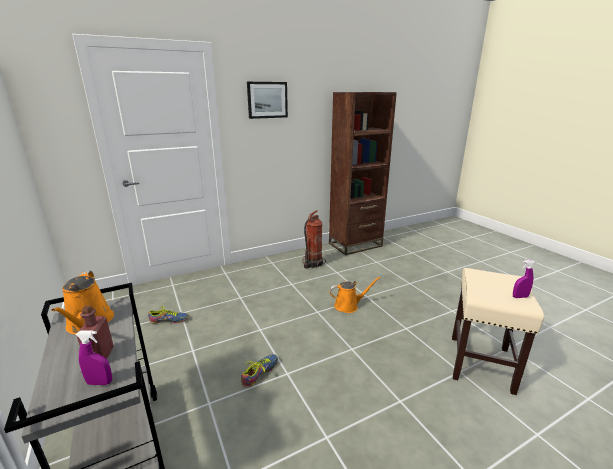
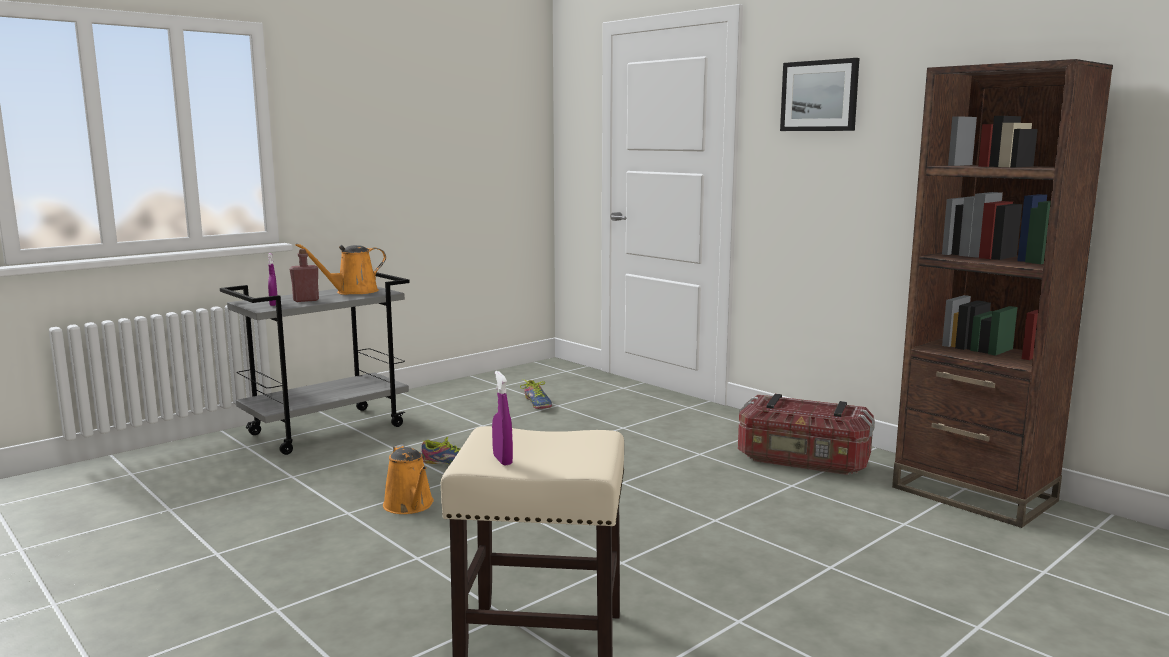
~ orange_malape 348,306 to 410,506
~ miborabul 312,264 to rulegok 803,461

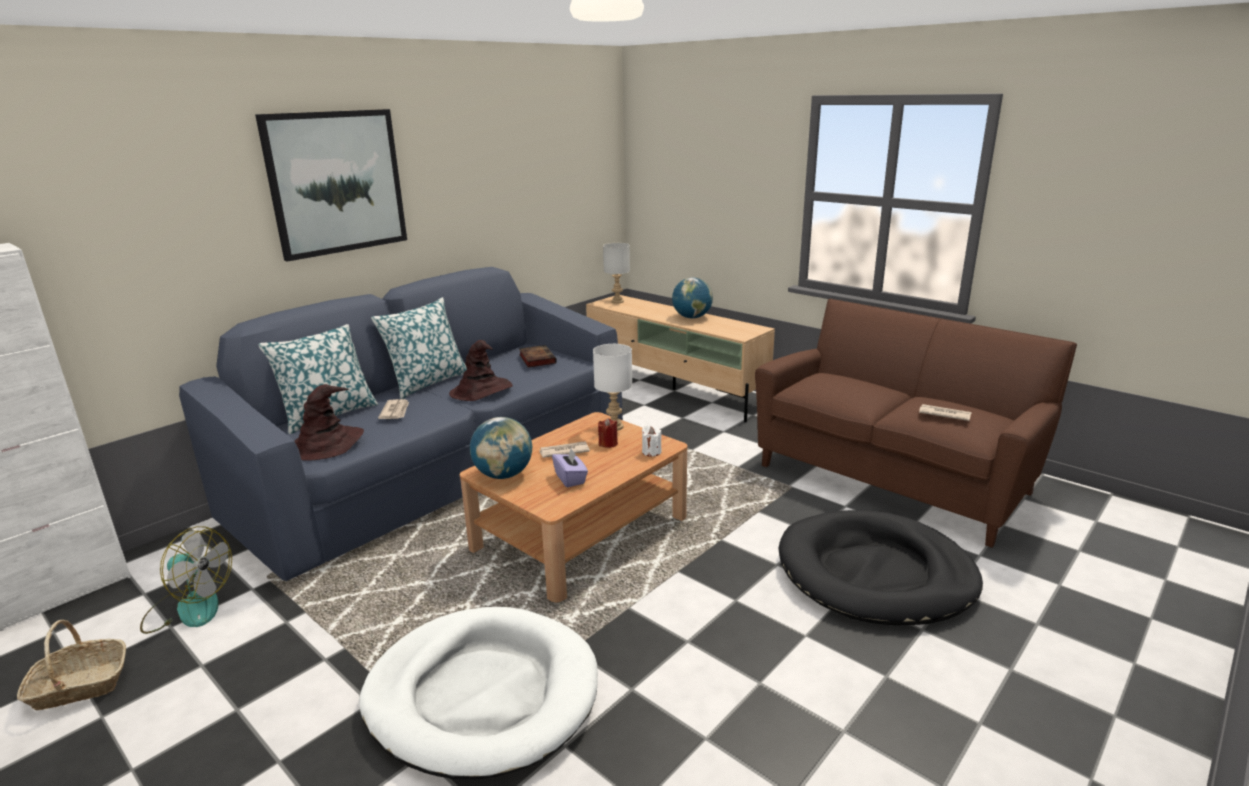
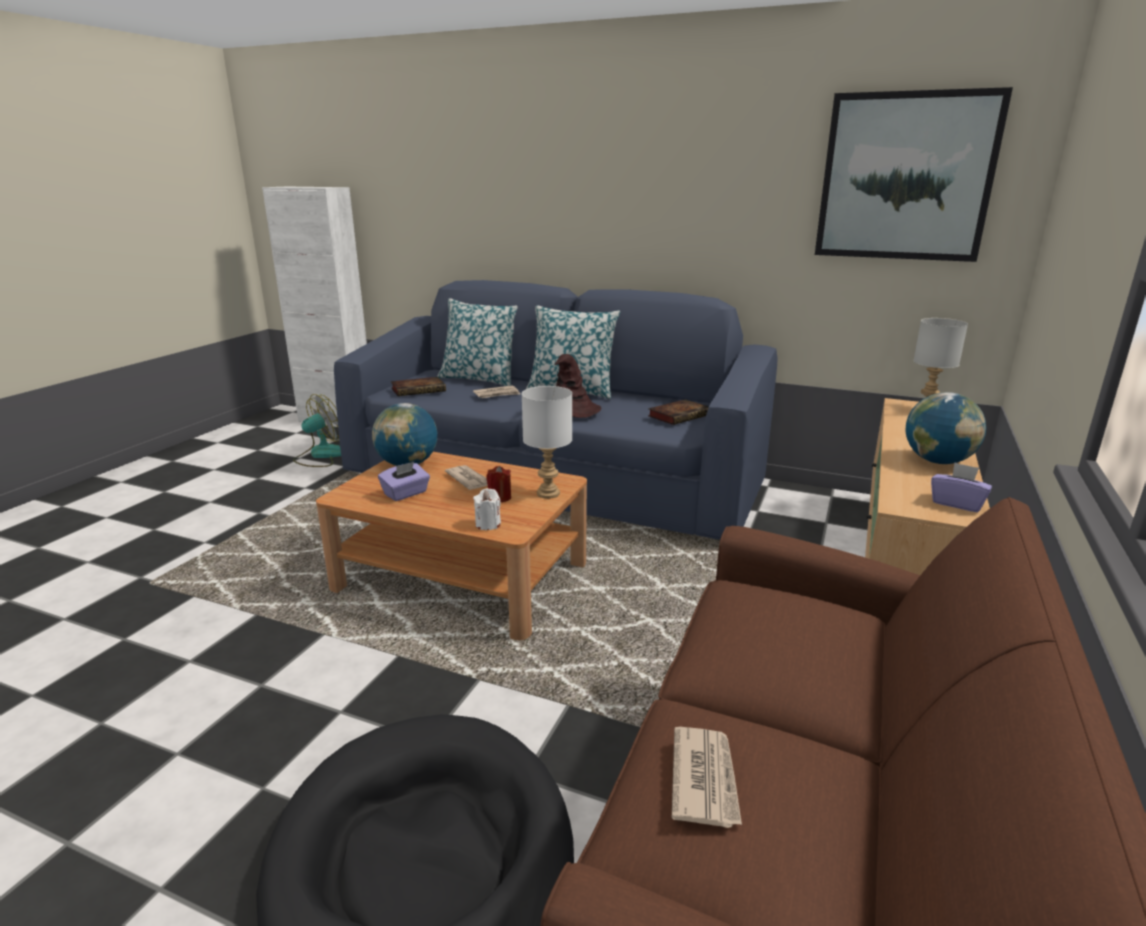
~ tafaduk 189,608 = 321,455 135 degrees counterclockwise
~ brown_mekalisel 327,444 to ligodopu 419,390
~ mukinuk 336,182 to 905,177
+ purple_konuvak 957,503
- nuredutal 79,686
- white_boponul 482,695

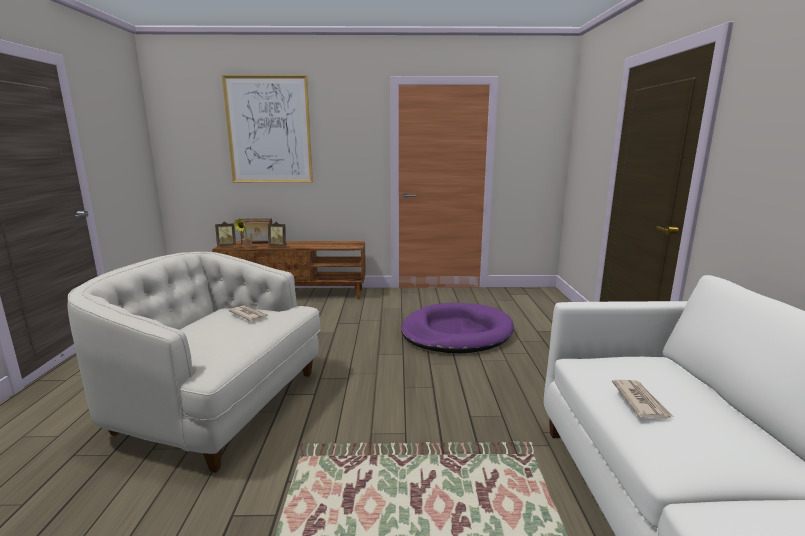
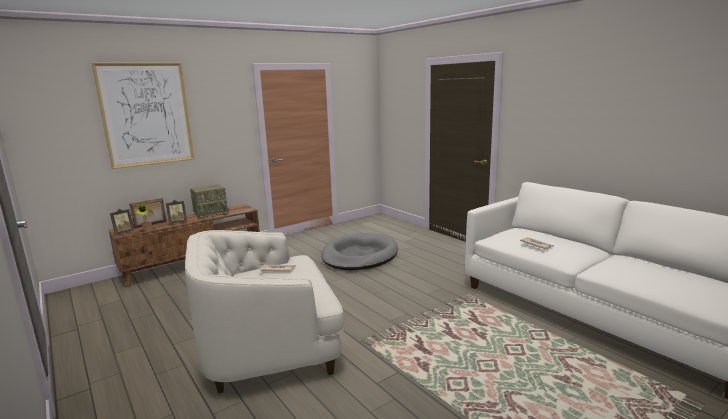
+ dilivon 211,213
~ purple_boponul 456,333 to grey_boponul 359,256

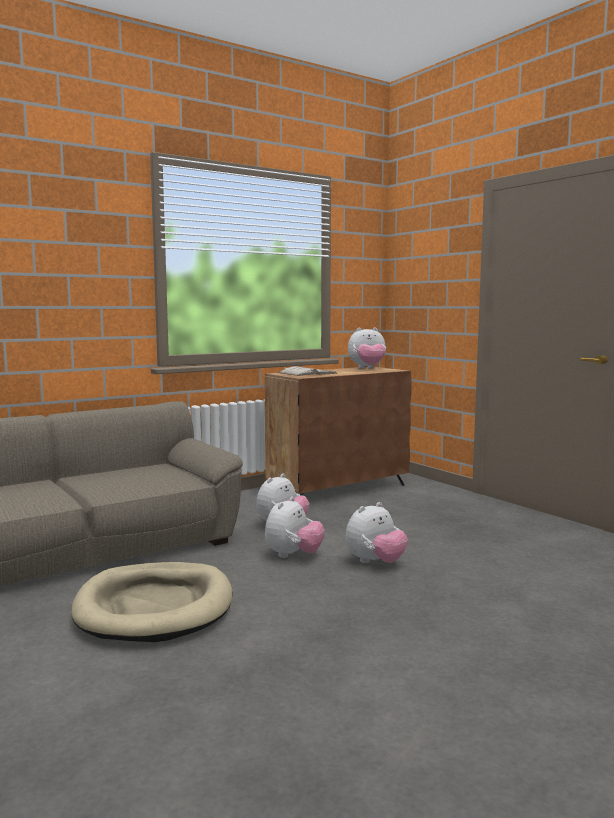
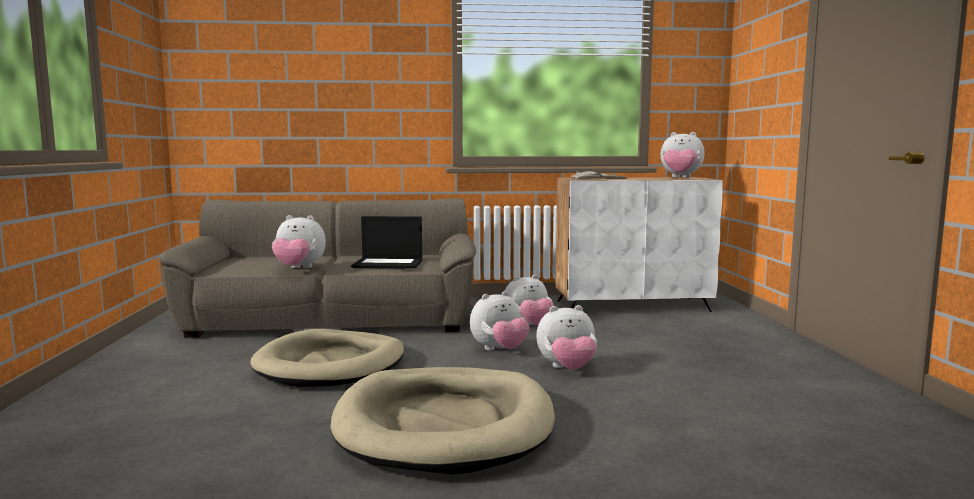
+ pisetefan 299,268
+ beige_boponul 445,425
+ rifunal 389,264
~ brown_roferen 338,489 to white_roferen 632,306

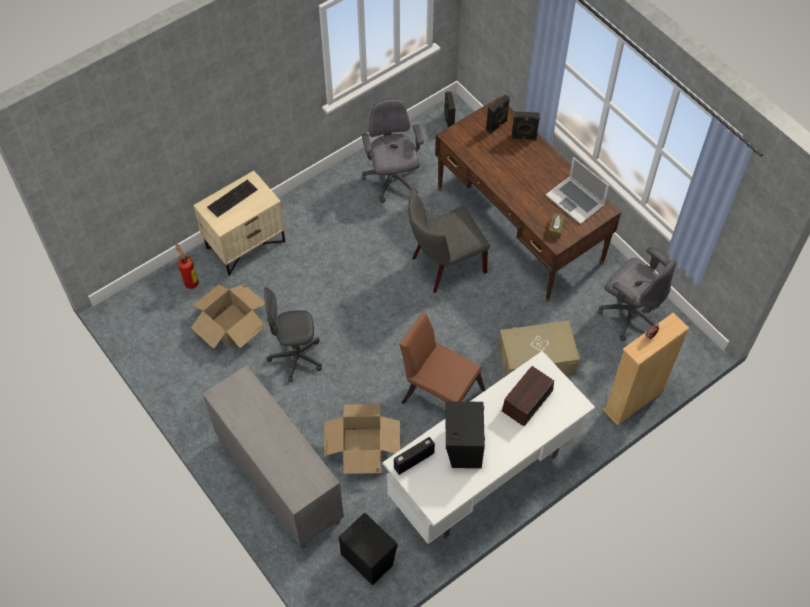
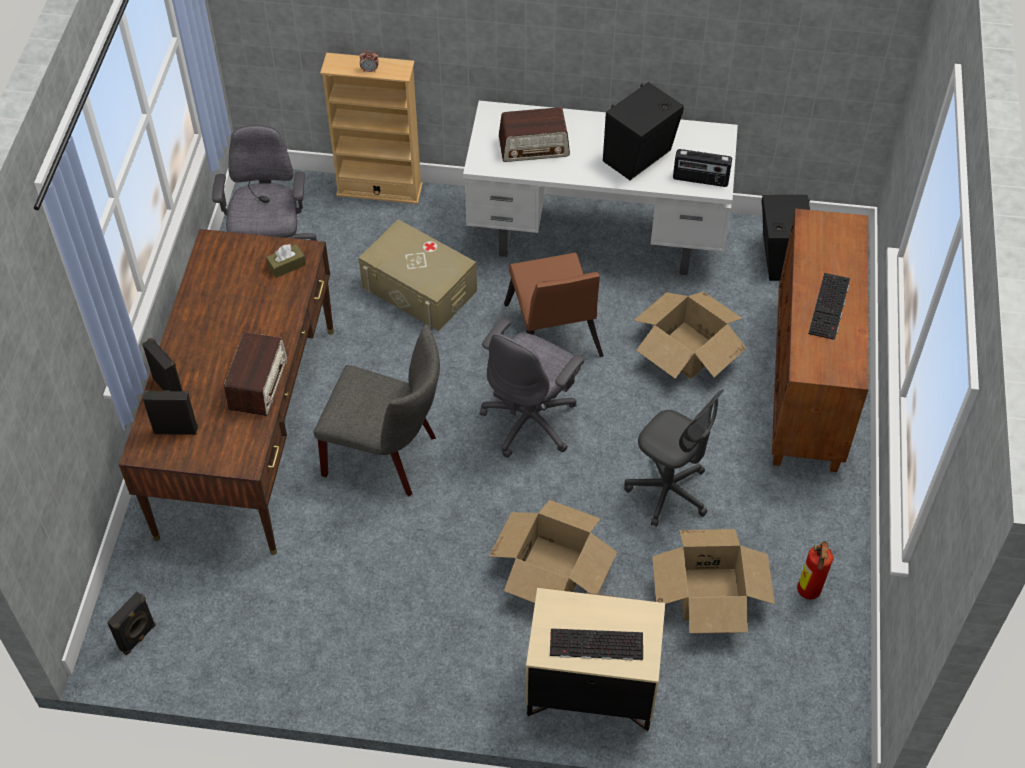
+ dilivon 258,383
~ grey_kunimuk 392,180 to 531,420
+ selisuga 552,569
~ grey_roferen 278,480 to brown_roferen 808,386
~ miborabul 190,281 to 808,593
+ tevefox 830,307
- rifunal 575,200

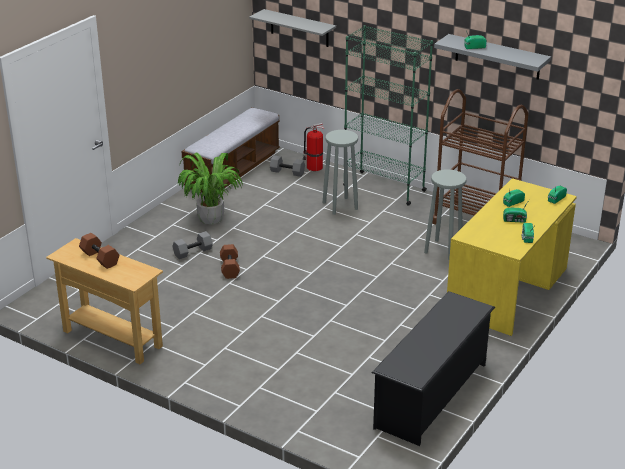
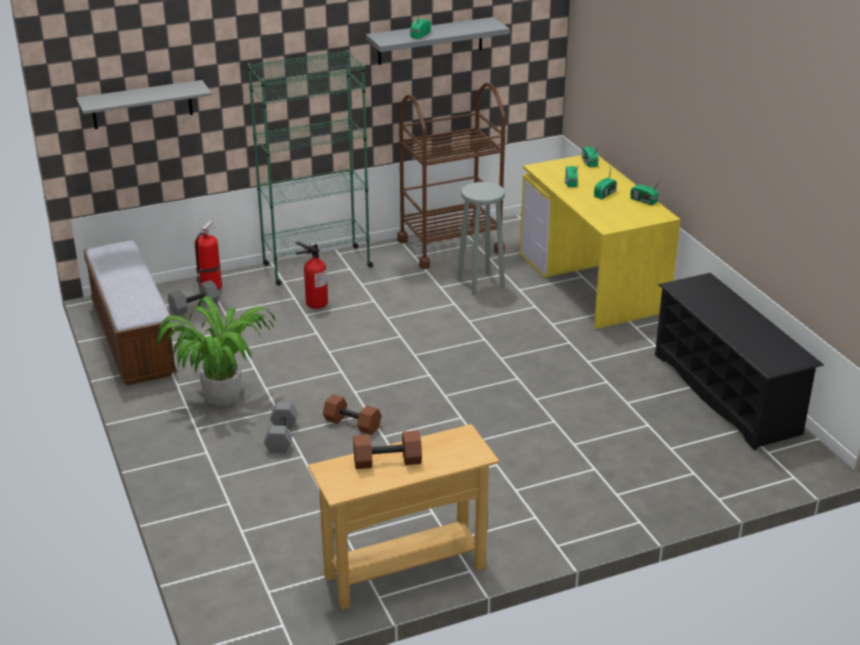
~ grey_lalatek 340,205 to miborabul 316,304

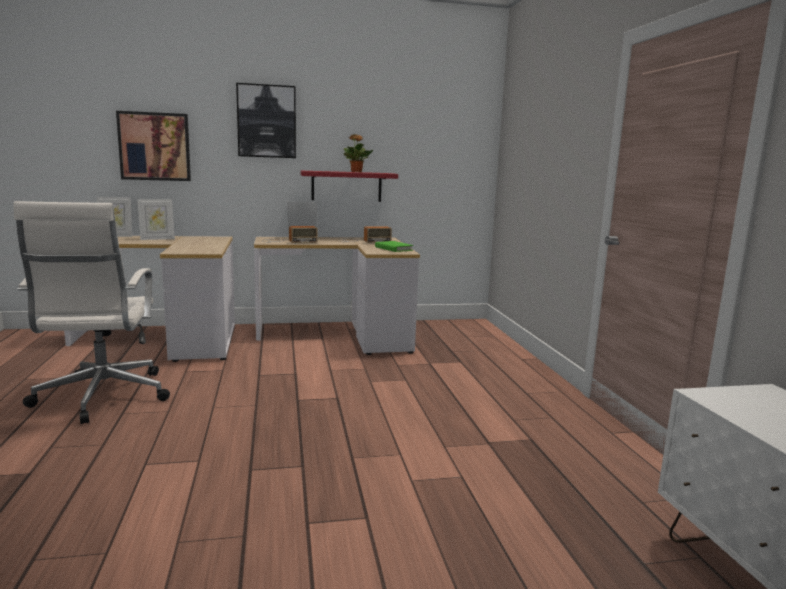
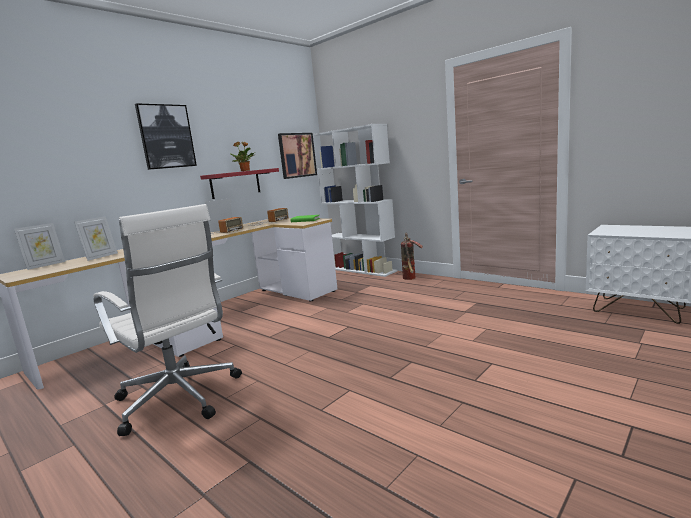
~ mukinuk 154,146 to 297,155
+ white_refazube 362,270
+ miborabul 411,279

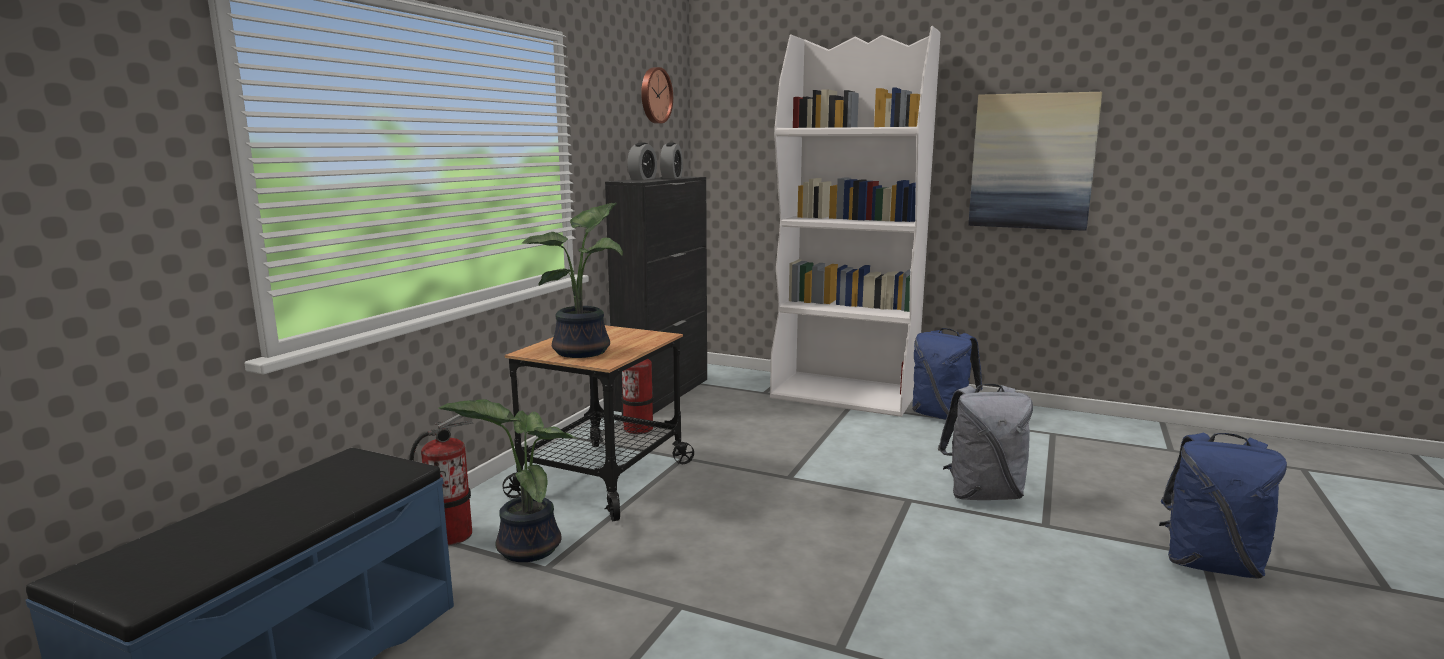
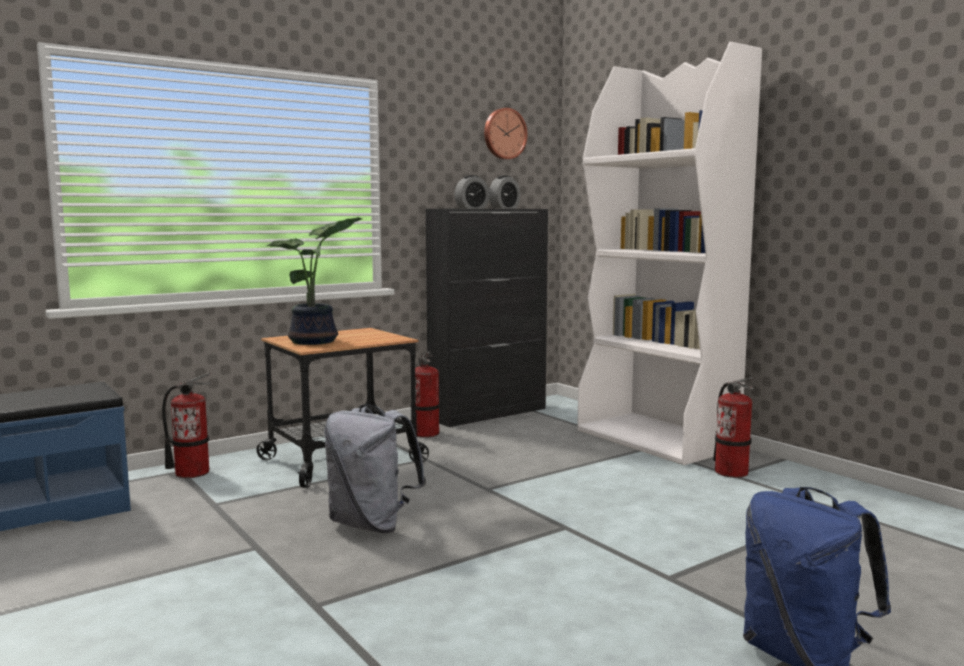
~ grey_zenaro 982,494 to 372,524
~ blue_zenaro 942,416 to miborabul 731,472
- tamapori 525,547
- mukinuk 1032,161

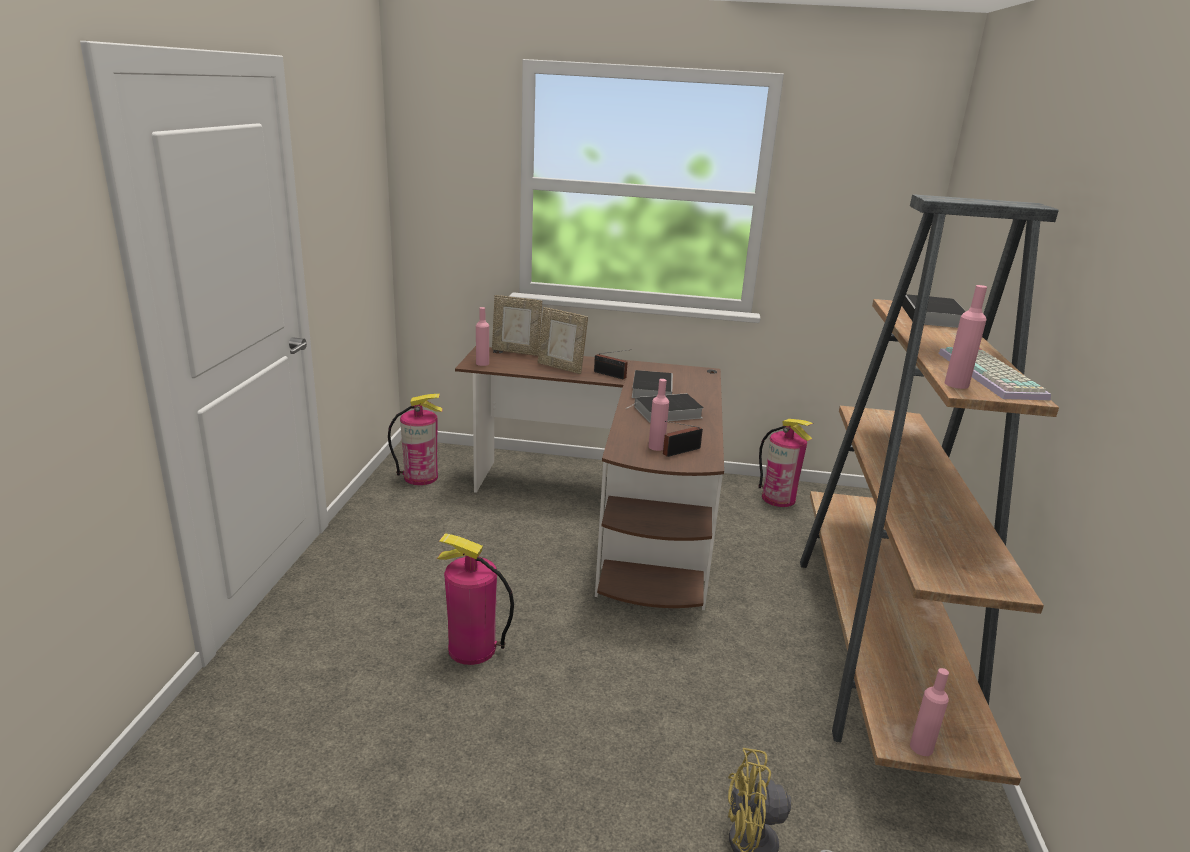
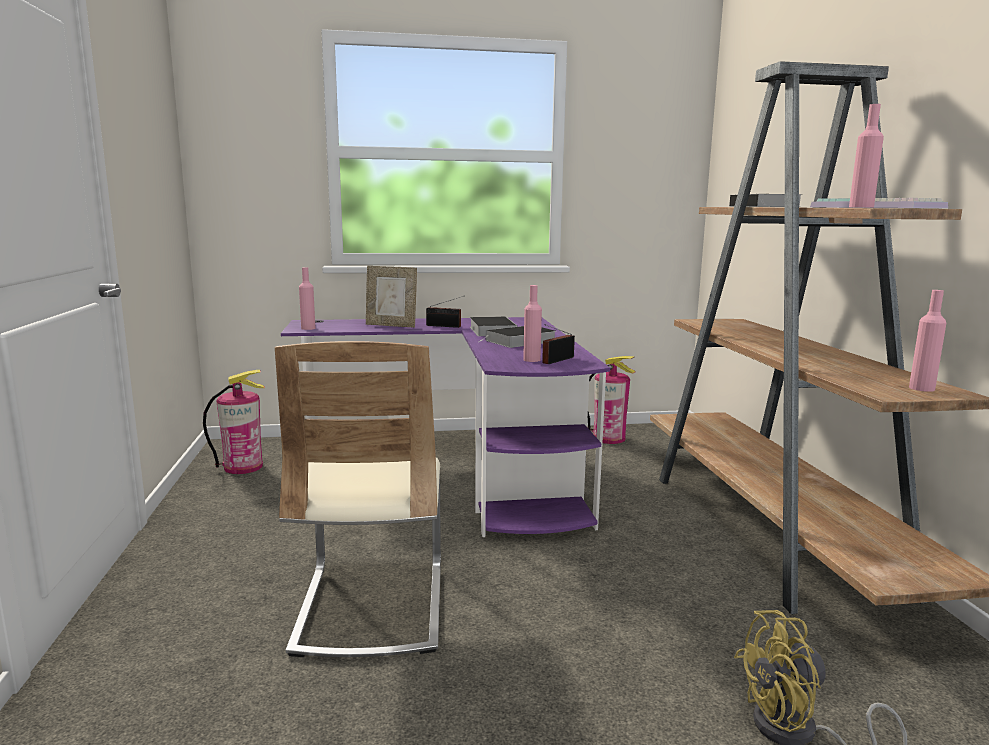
~ miborabul 472,649 to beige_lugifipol 371,606
~ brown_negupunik 614,517 to purple_negupunik 465,471
~ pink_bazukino 921,747 to 921,388
- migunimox 516,351

